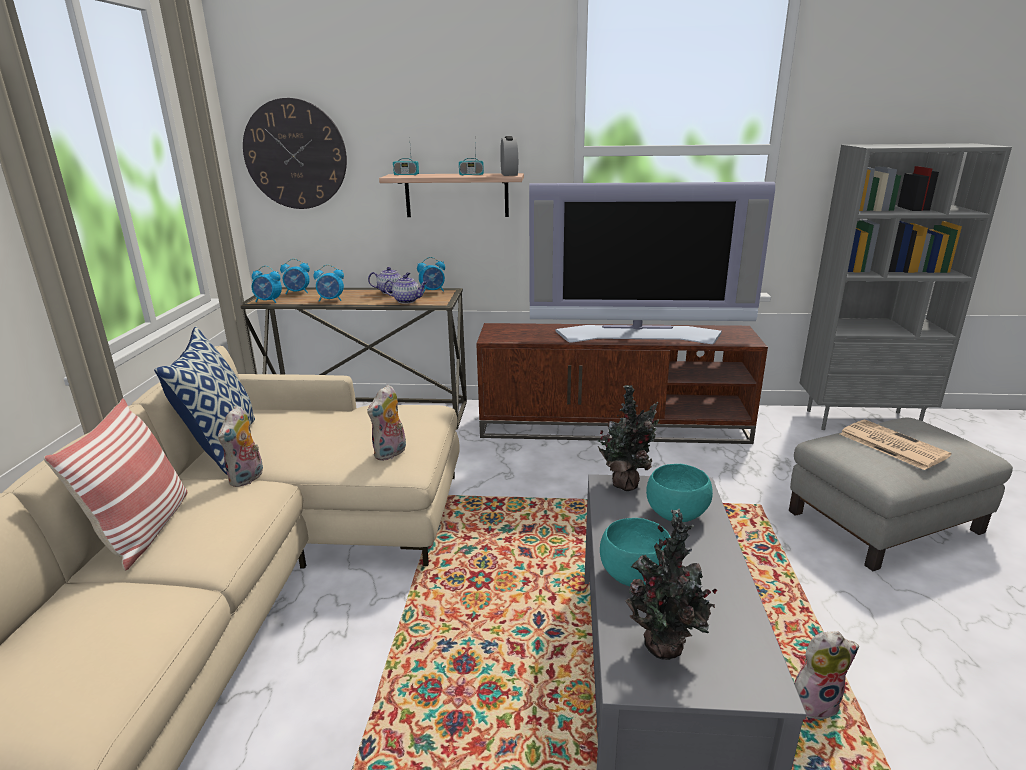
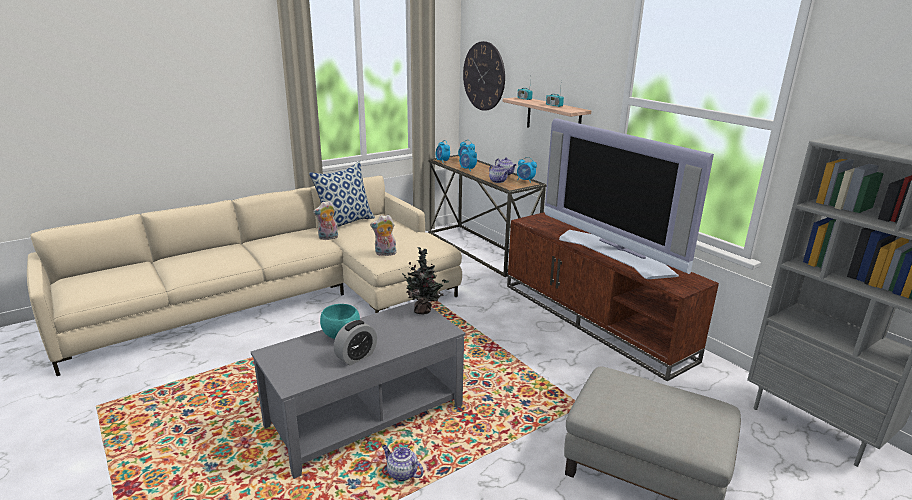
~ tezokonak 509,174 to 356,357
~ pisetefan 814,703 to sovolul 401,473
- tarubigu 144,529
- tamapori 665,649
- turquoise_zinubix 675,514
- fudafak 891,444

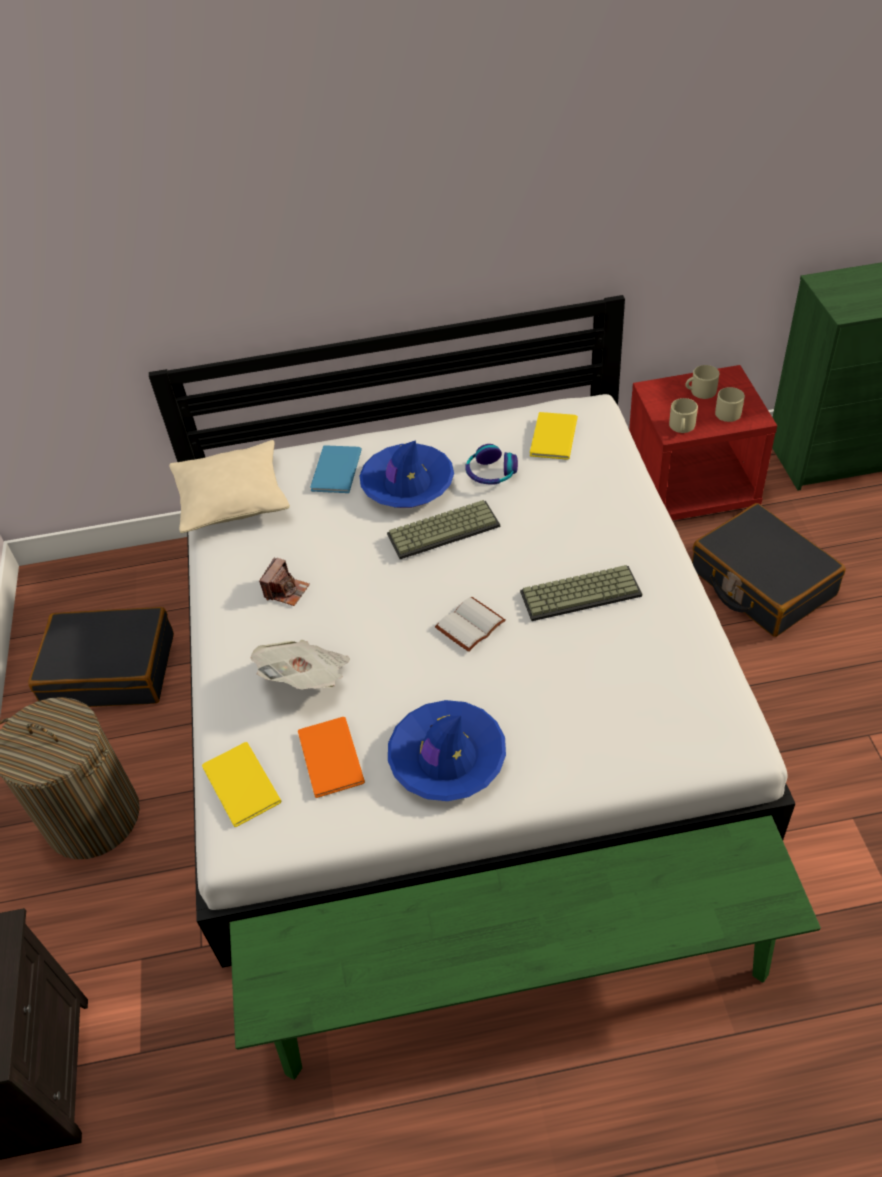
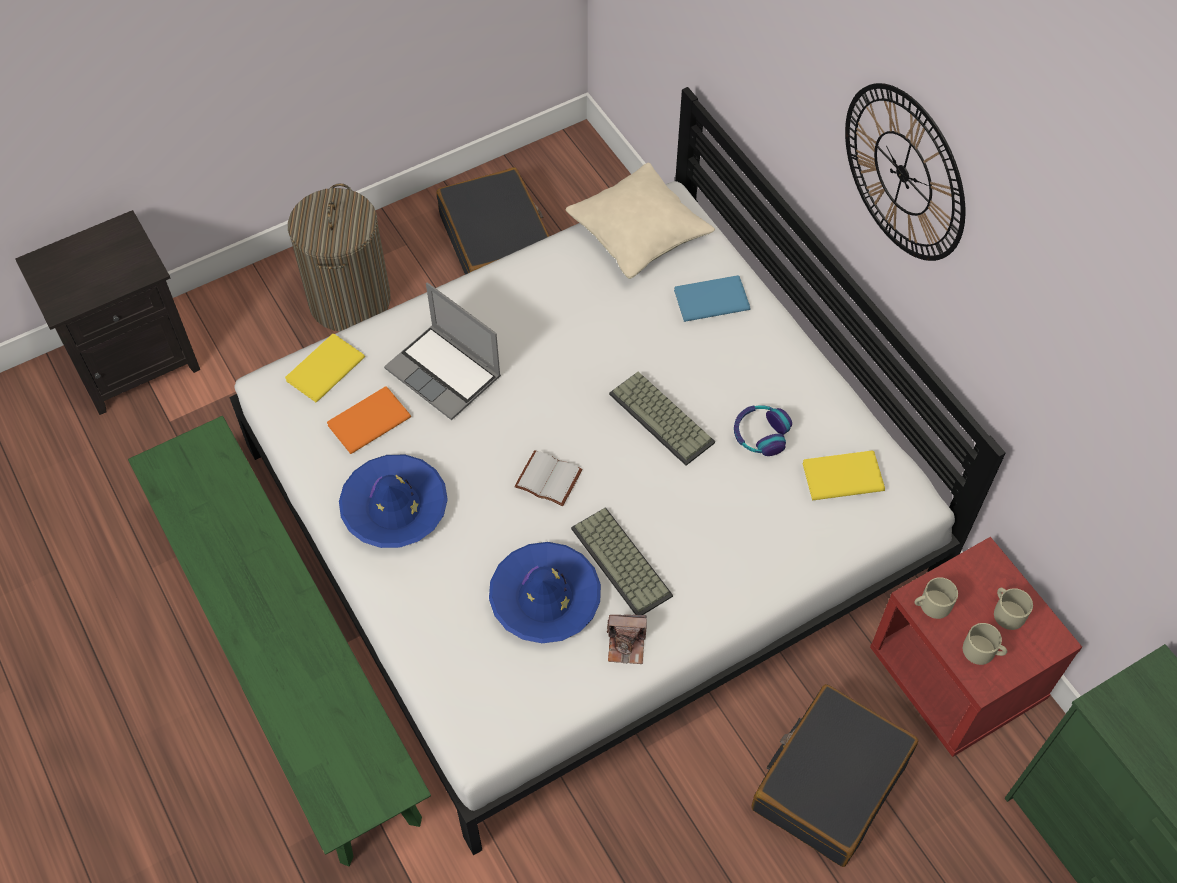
~ fudafak 307,678 to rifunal 445,373
~ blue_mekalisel 407,484 to 545,598
~ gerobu 286,591 to 626,644
+ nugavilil 903,173

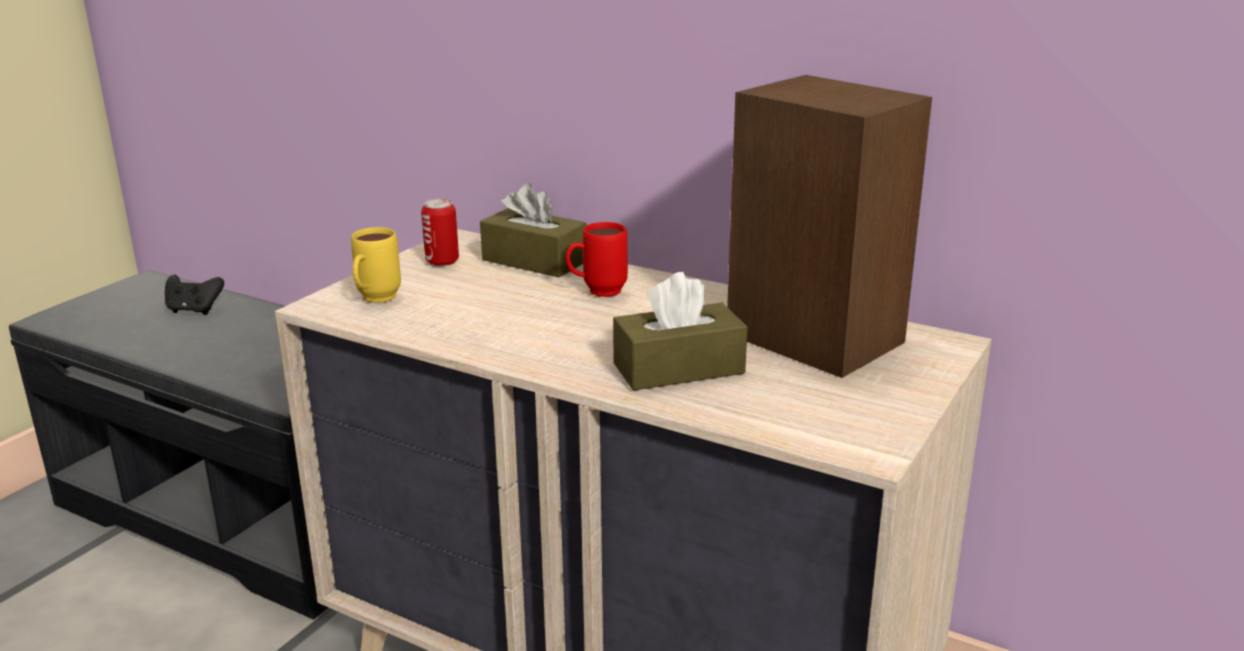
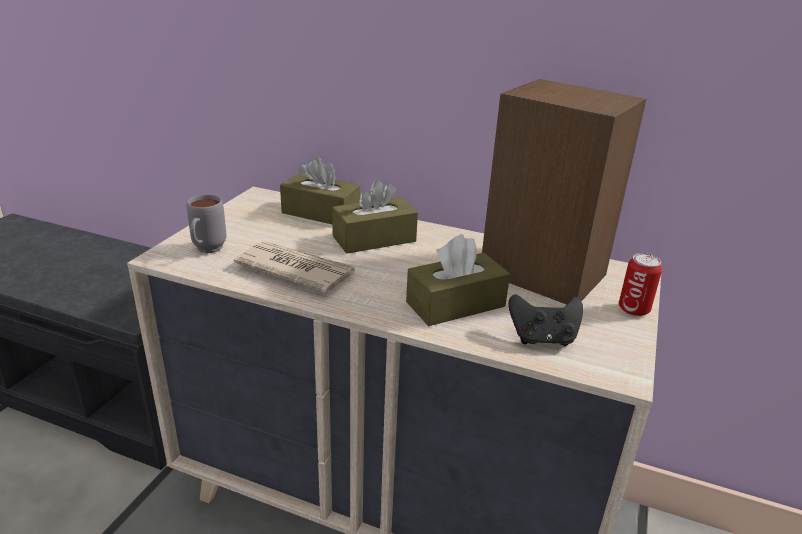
~ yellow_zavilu 374,301 to grey_zavilu 206,251
+ fudafak 295,270
~ red_zavilu 596,292 to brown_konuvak 374,239
~ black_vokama 194,310 to 542,338
~ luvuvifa 442,261 to 633,309

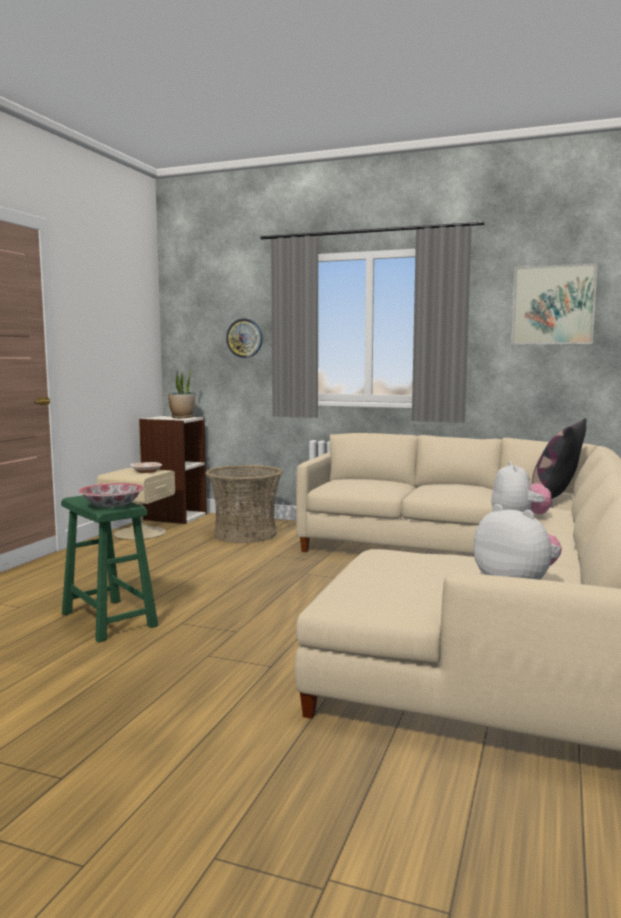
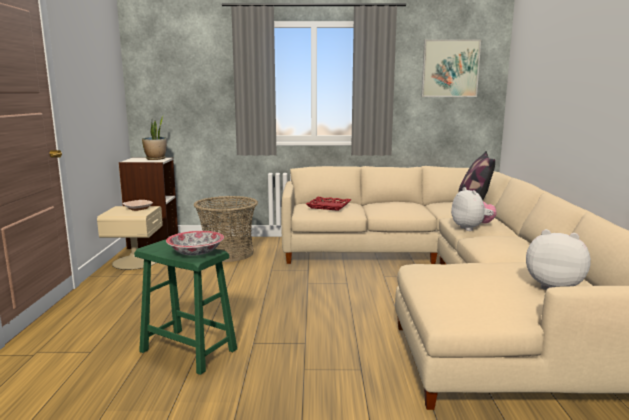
+ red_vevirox 328,206
- nugavilil 244,338

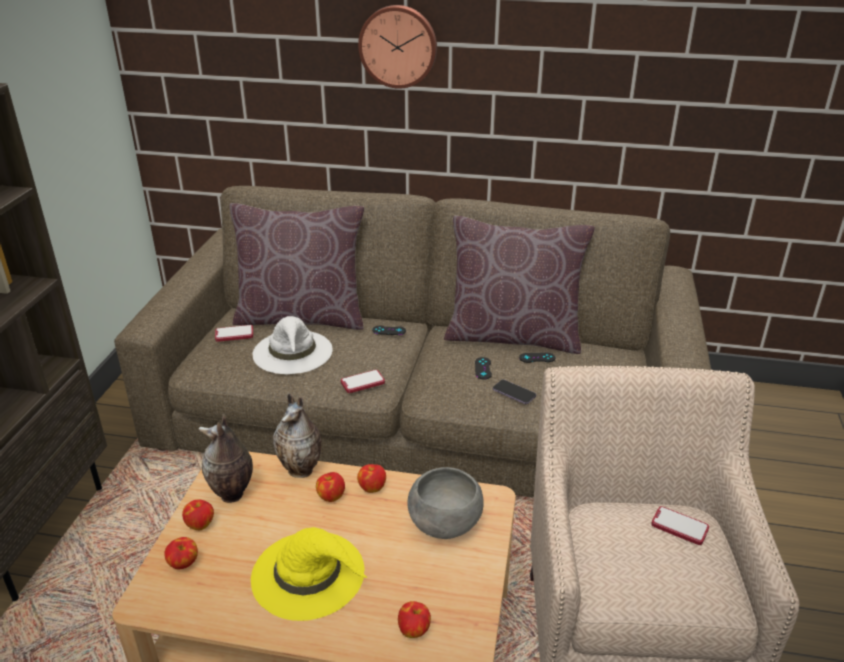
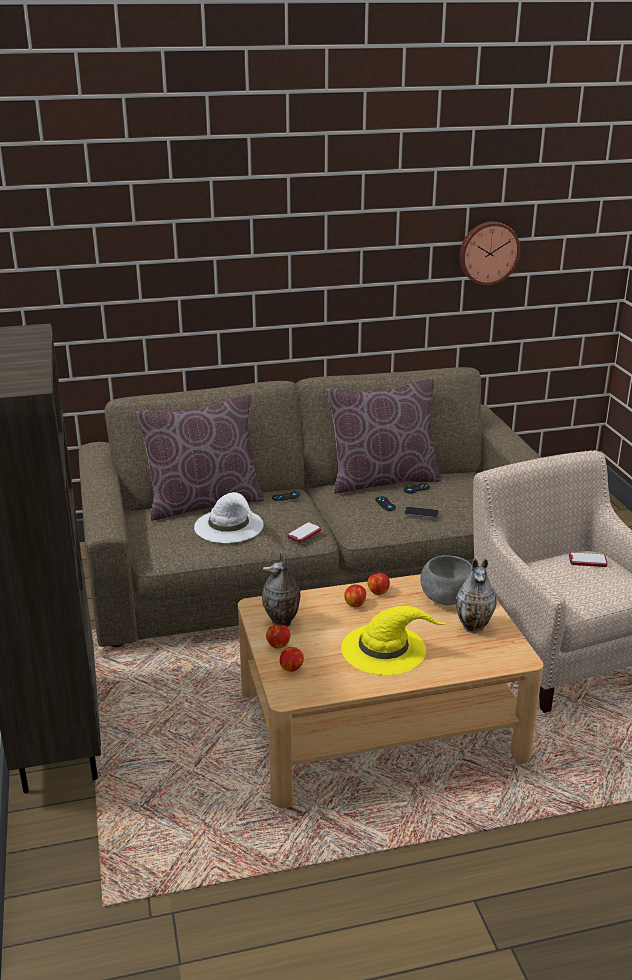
~ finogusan 302,470 to 474,627
~ nugavilil 398,46 to 488,252
- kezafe 234,334
- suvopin 414,630

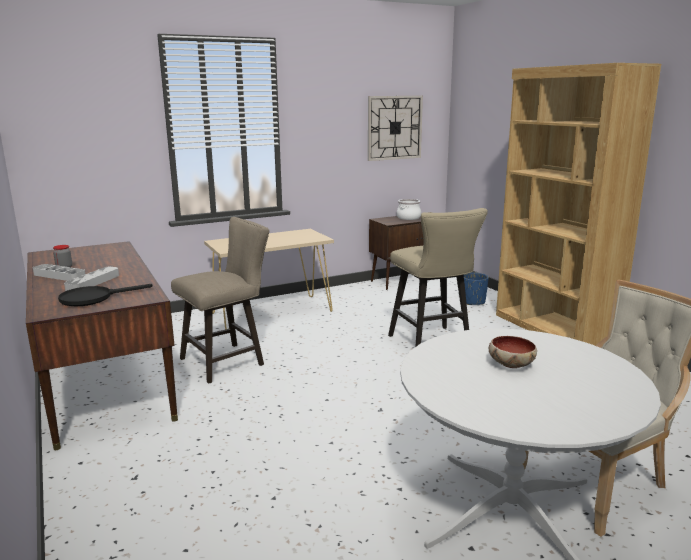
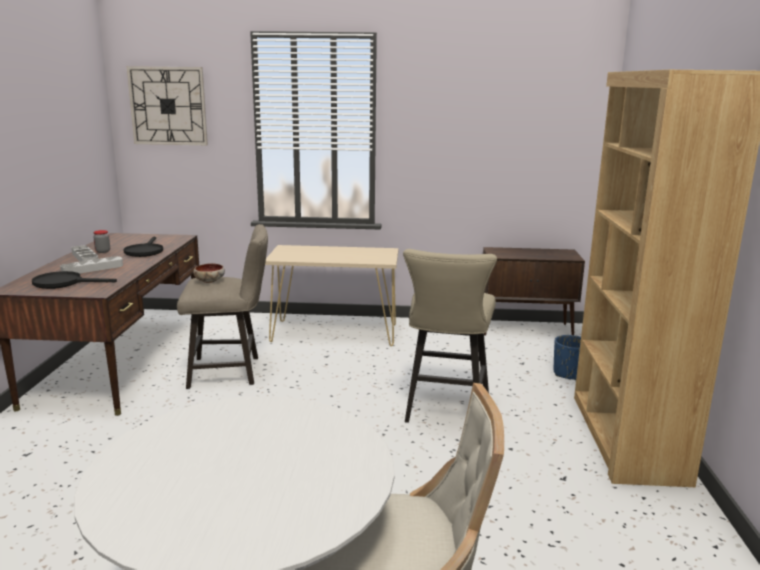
+ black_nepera 145,251
~ nugavilil 394,127 to 168,106
~ zinubix 510,364 to 209,281
- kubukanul 408,218

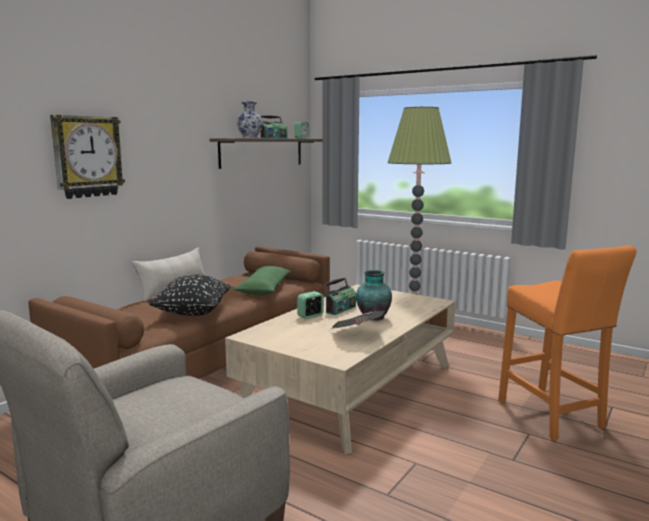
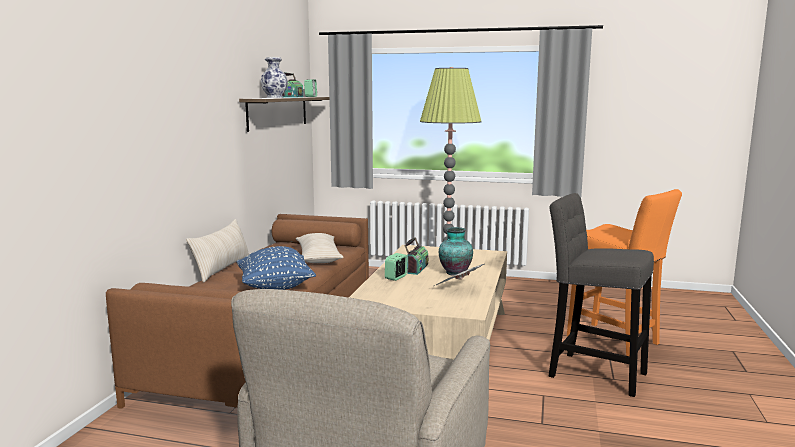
~ black_tarubigu 193,312 to blue_tarubigu 275,287
~ green_tarubigu 264,289 to beige_tarubigu 318,257
+ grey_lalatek 592,373
- nugavilil 87,156

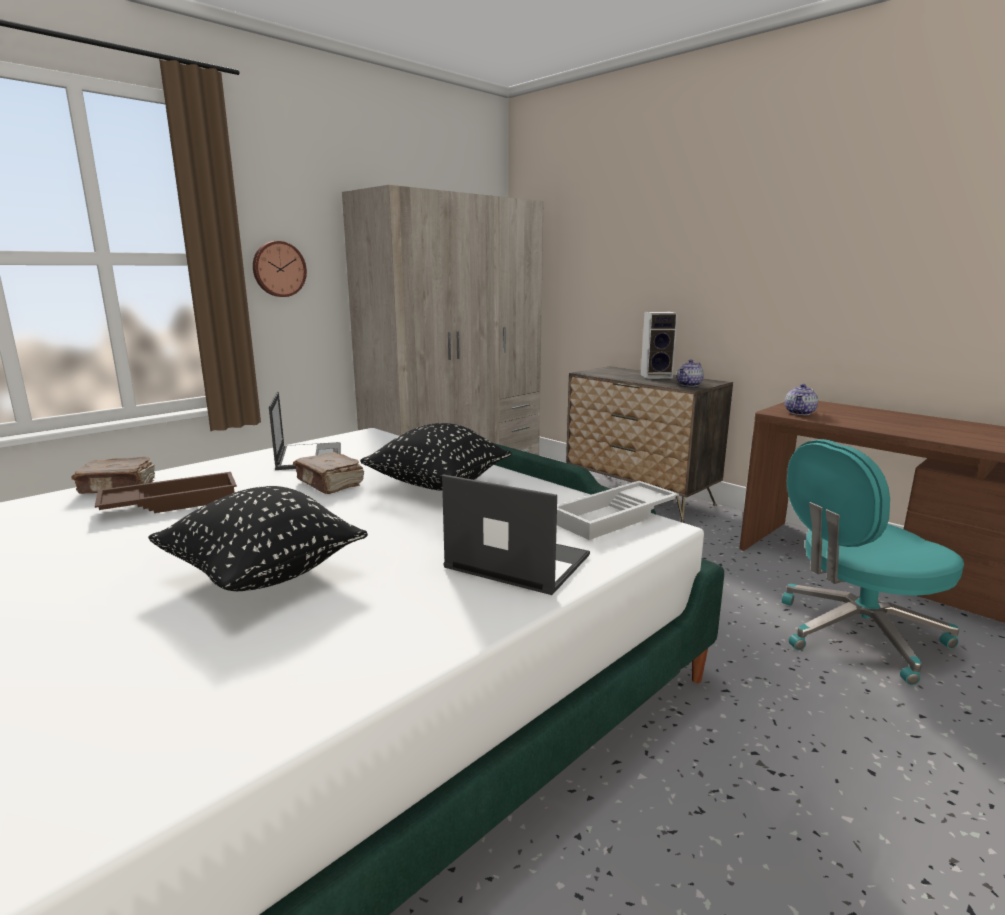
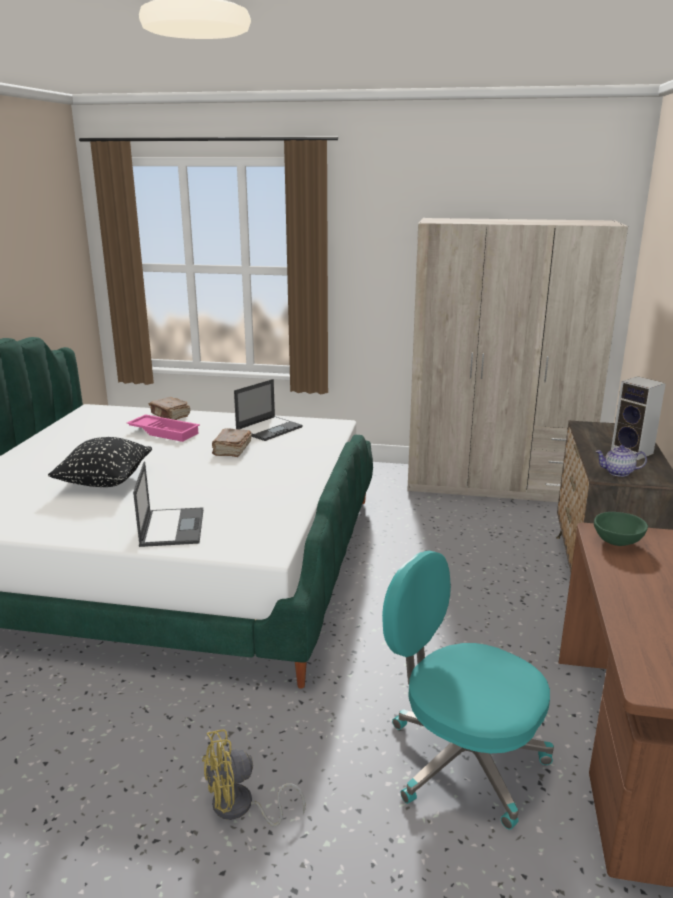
~ brown_vevirox 172,502 to pink_vevirox 165,432
+ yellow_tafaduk 240,808
~ sovolul 800,413 to green_zinubix 618,543
- nugavilil 278,269
- black_tarubigu 438,486
- white_vevirox 616,517

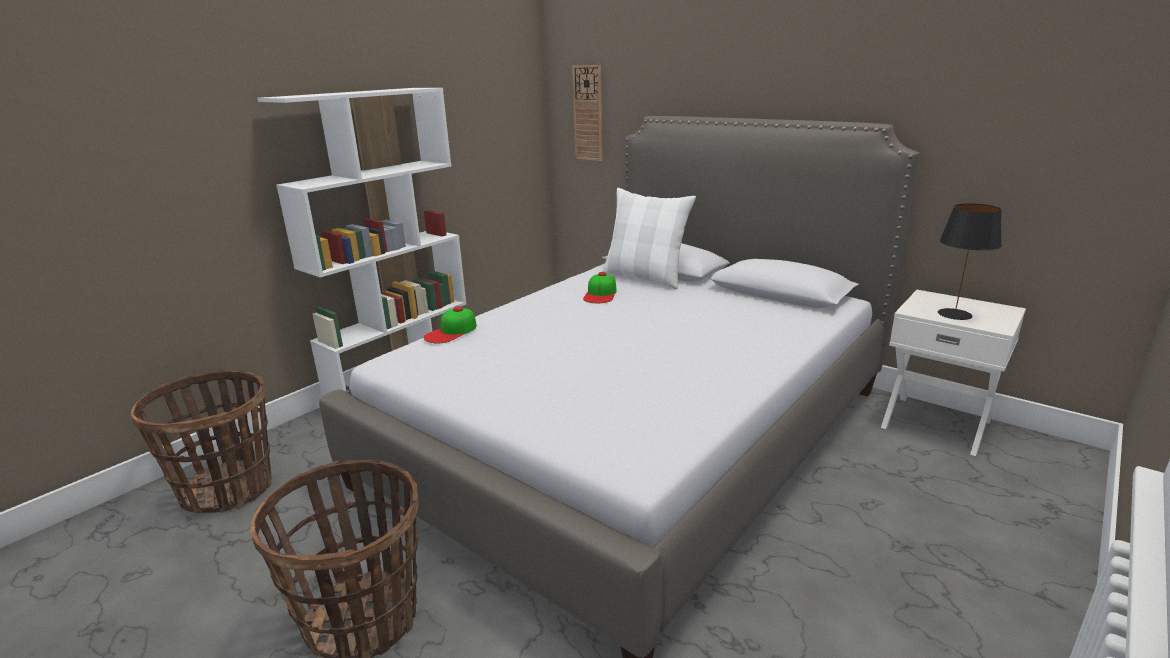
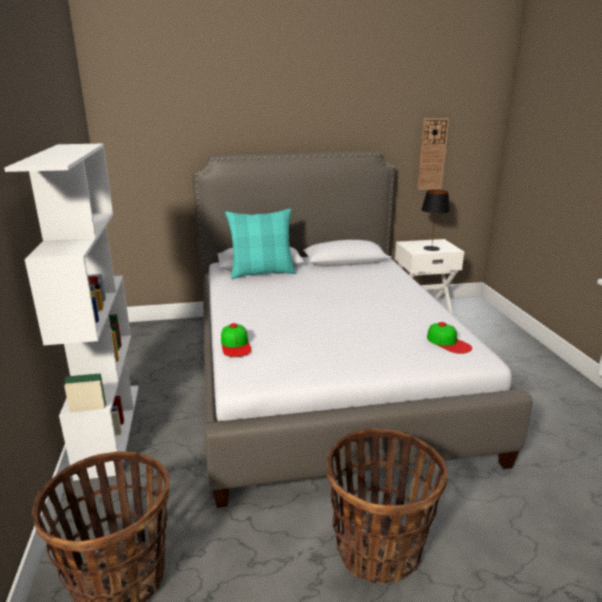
~ white_tarubigu 645,277 to turquoise_tarubigu 262,273
~ nugavilil 588,113 to 432,154
~ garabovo 600,294 to 448,342

